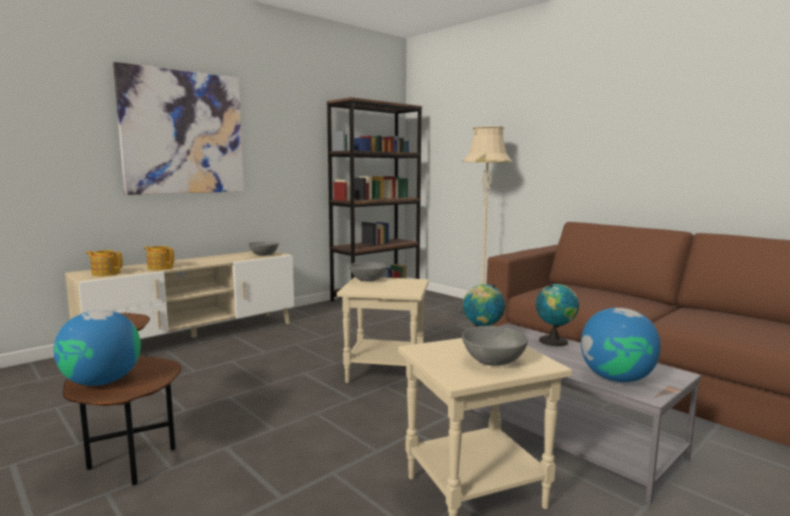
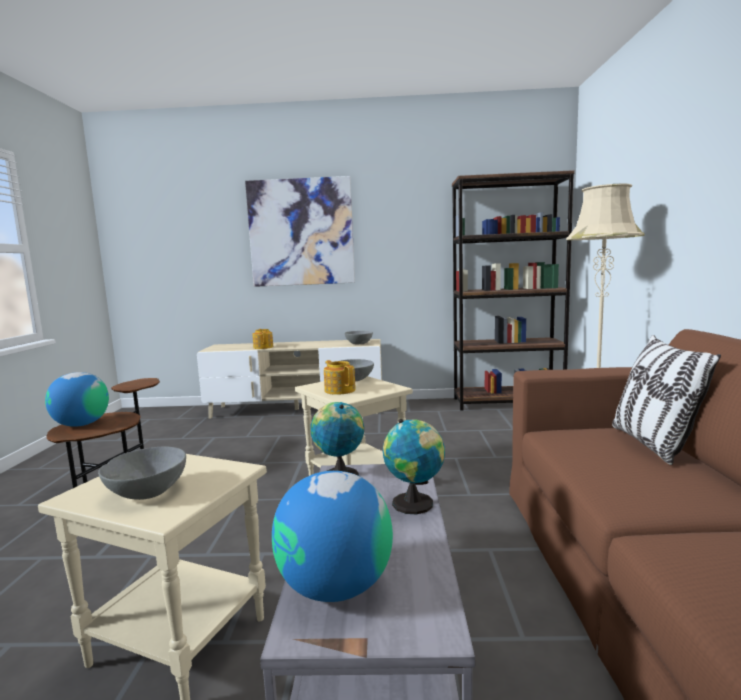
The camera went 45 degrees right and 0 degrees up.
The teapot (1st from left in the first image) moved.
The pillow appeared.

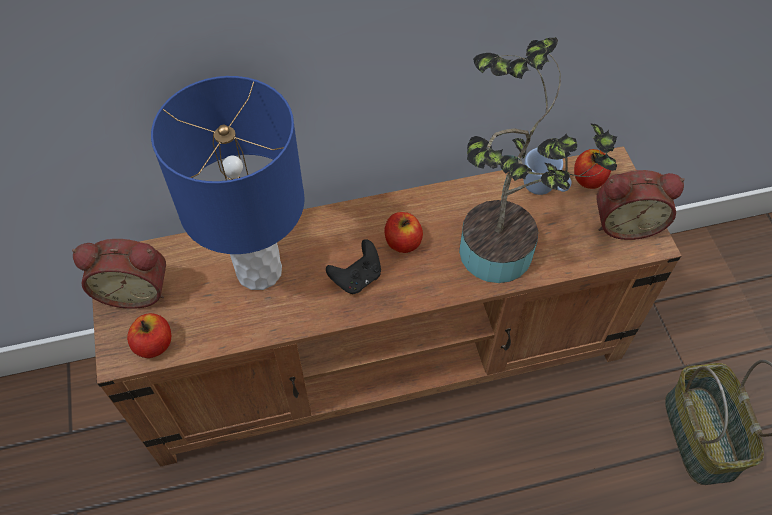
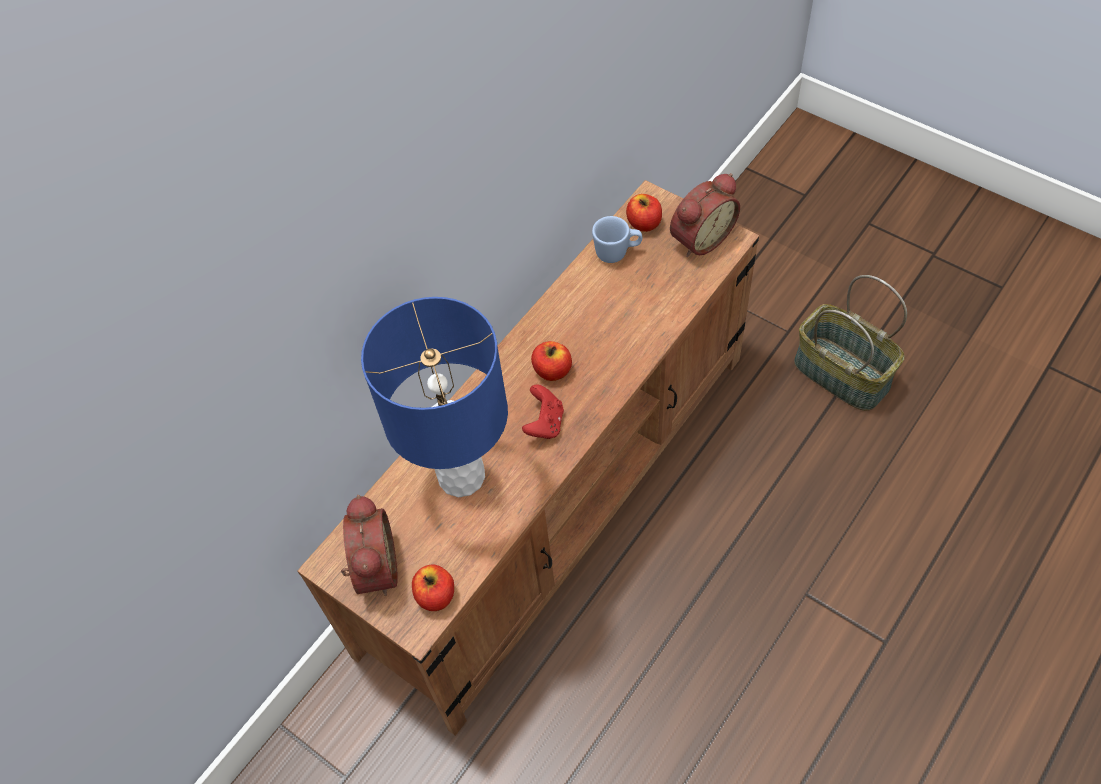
The camera went 35 degrees left and 0 degrees up.
The alarm clock (1st from left) turned 60 degrees counterclockwise.
The black game controller became the red game controller.
The potted plant disappeared.

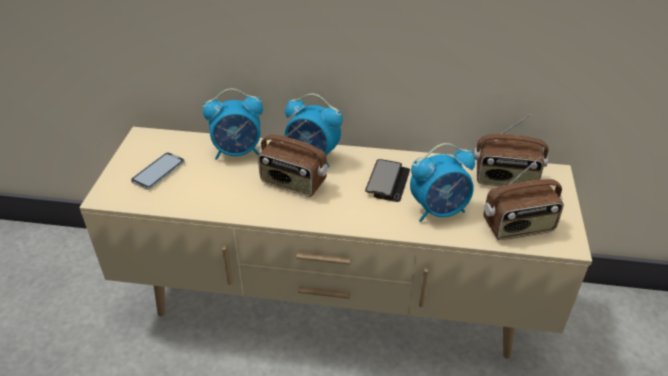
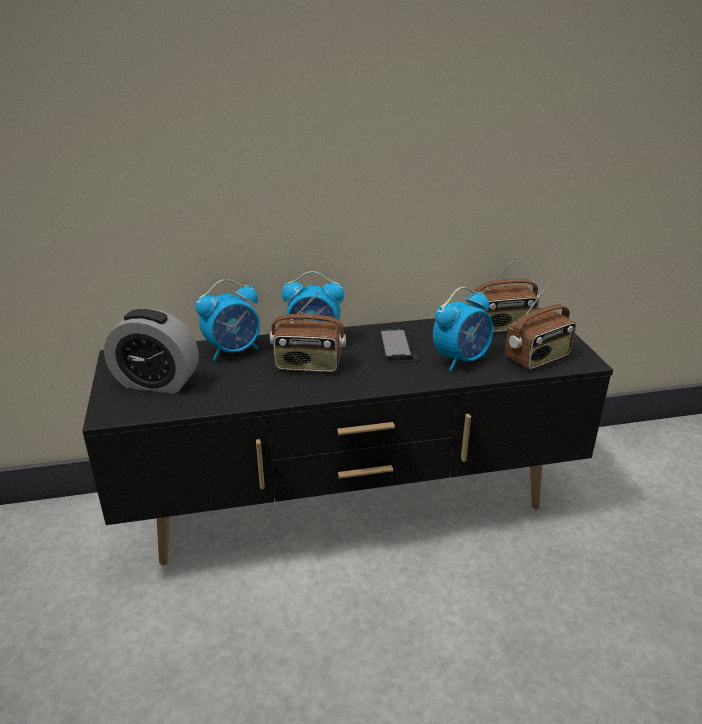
The camera went 20 degrees left and 10 degrees down.
The beige tv stand became the black tv stand.
The phone (1st from left) was replaced by the alarm clock (1st from left).

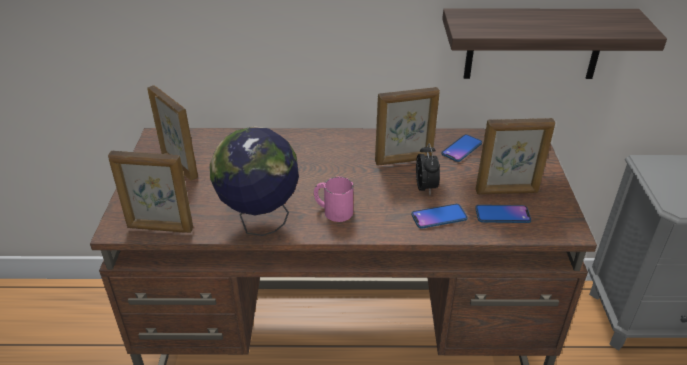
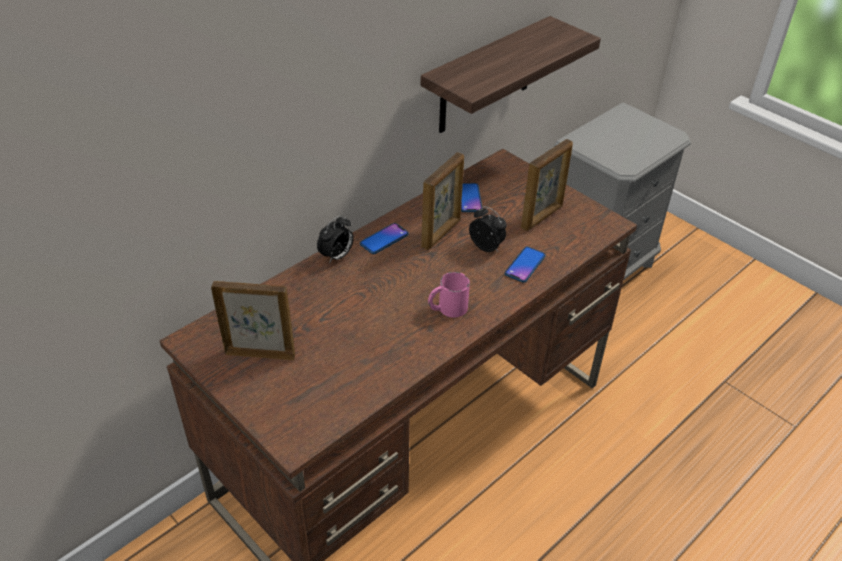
The camera went 45 degrees left and 5 degrees up.
The picture frame (1st from left) disappeared.
The globe disappeared.
The phone (3rd from left in the first image) moved.
The alarm clock (1st from left) appeared.

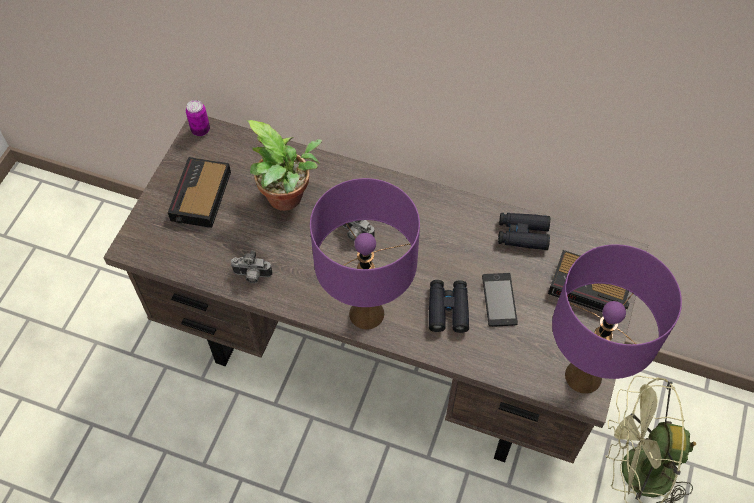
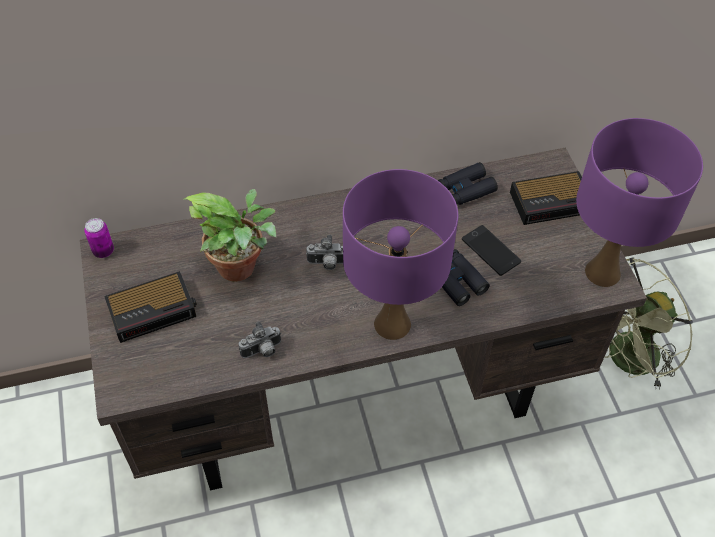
The camera went 35 degrees left and 5 degrees down.
The alarm clock (1st from left) turned 90 degrees counterclockwise.

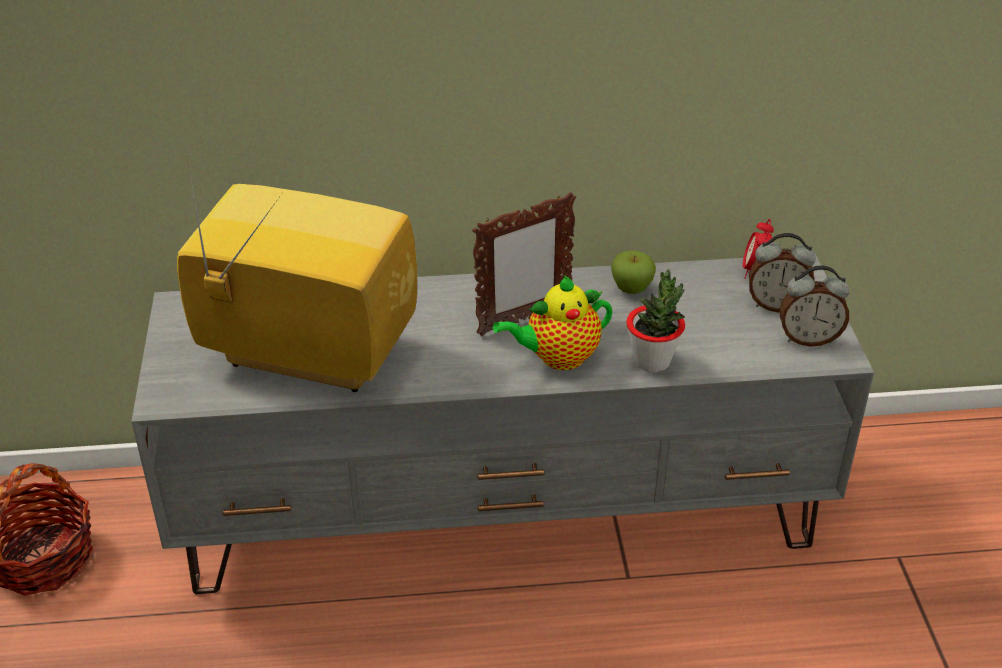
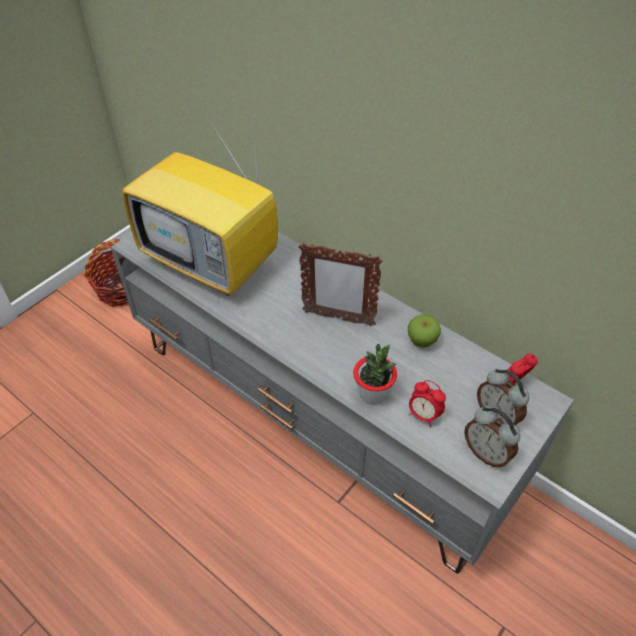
The camera went 45 degrees right and 10 degrees up.
The television turned 150 degrees clockwise.
The teapot disappeared.
The alarm clock (1st from left) appeared.

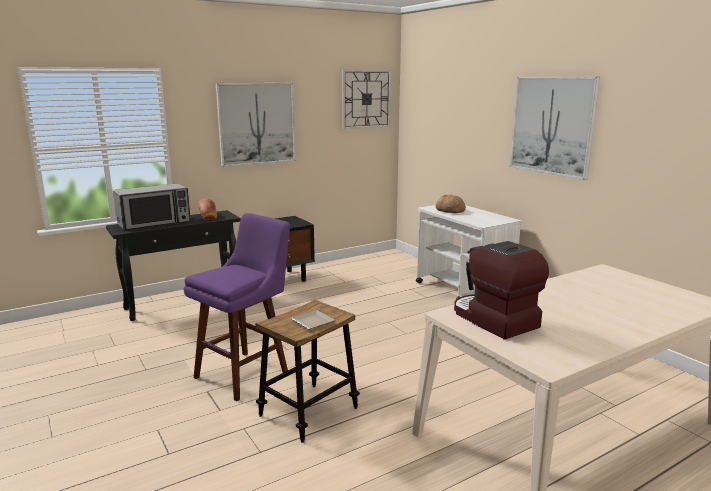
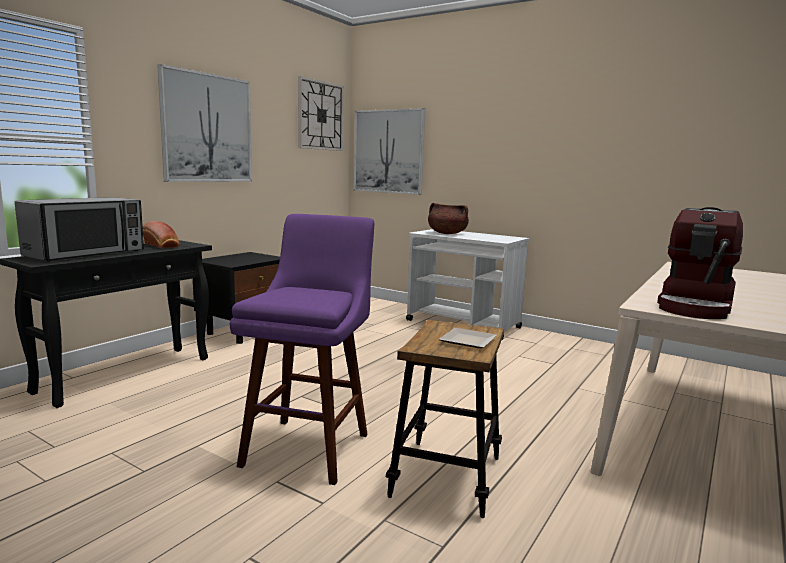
The camera went 25 degrees left and 5 degrees down.
The bread (2nd from left) was replaced by the brown cooking pot.
The coffee machine turned 90 degrees counterclockwise.
The picture (2nd from left) moved.

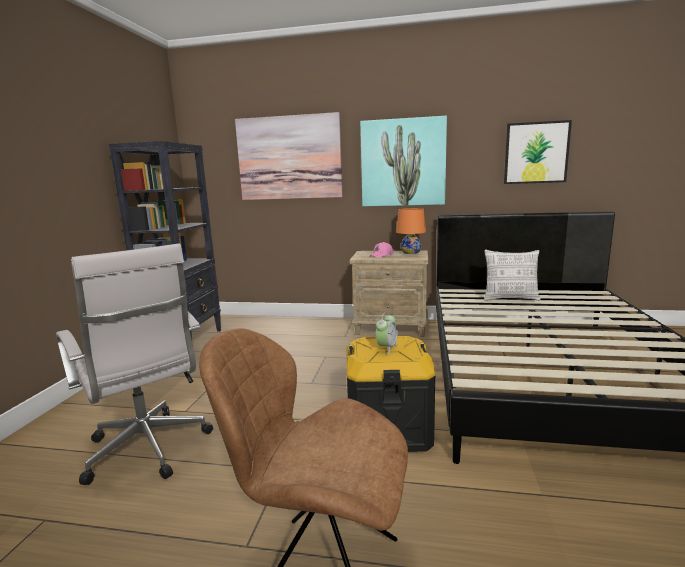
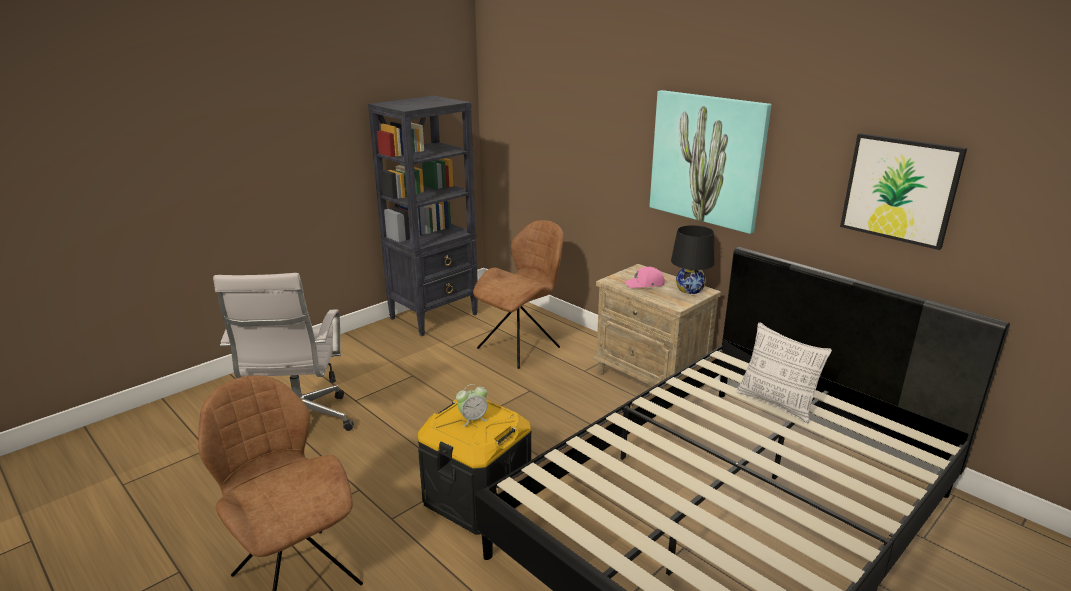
The camera went 35 degrees right and 10 degrees up.
The picture (1st from left) disappeared.
The orange table lamp became the black table lamp.
The brown chair (2nd from left) appeared.

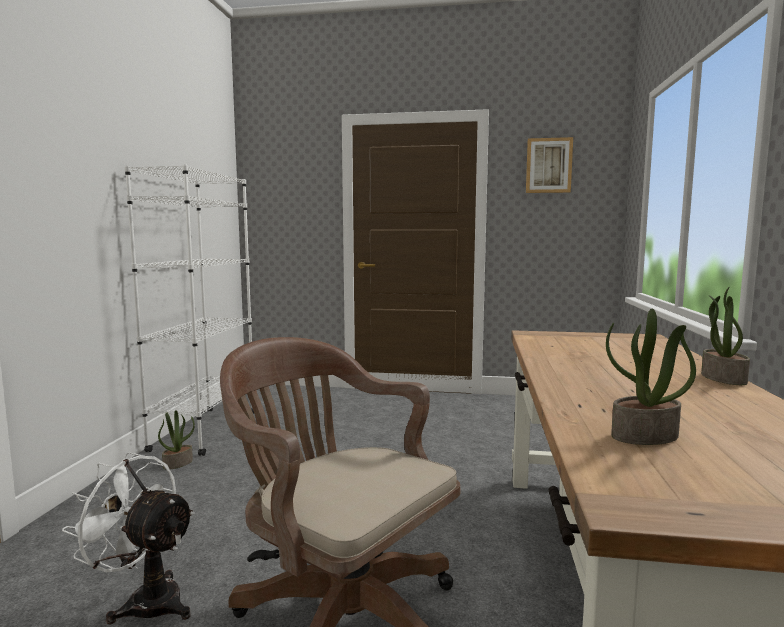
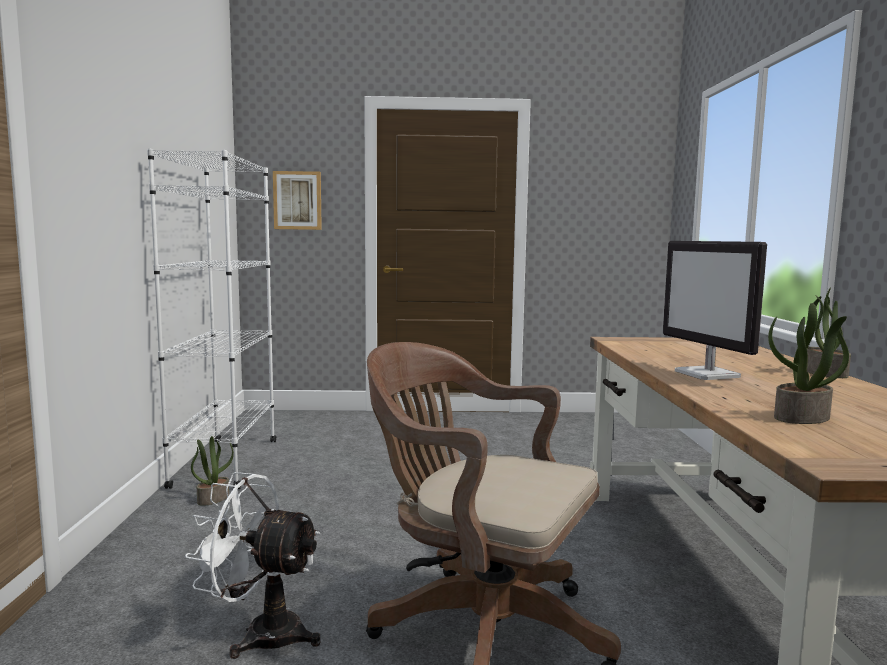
The camera went 10 degrees left and 0 degrees up.
The picture moved.
The monitor appeared.

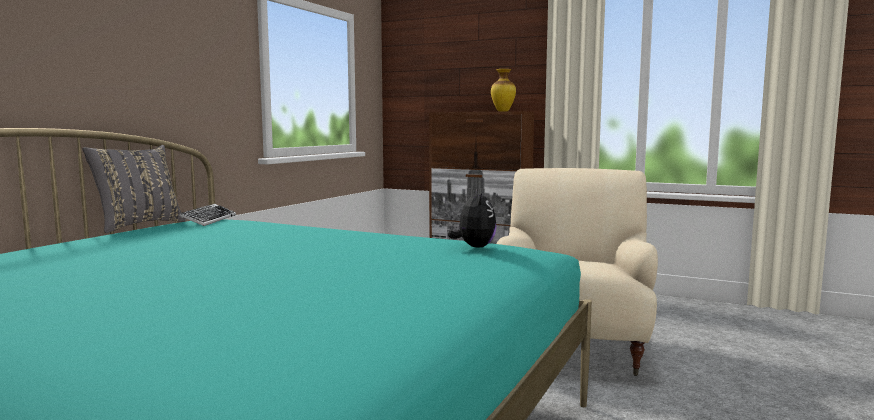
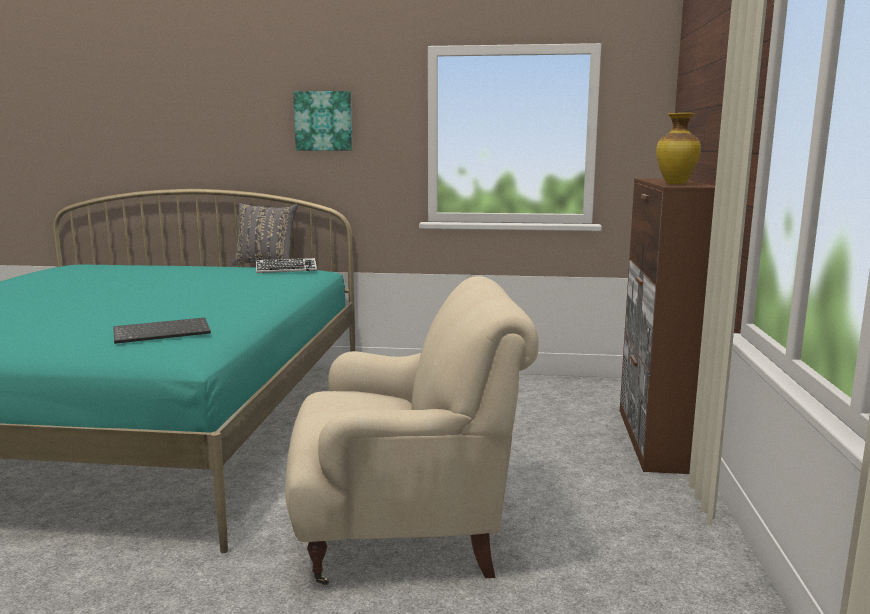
The camera went 70 degrees right and 5 degrees up.
The plush toy was replaced by the keyboard (1st from left).
The picture appeared.

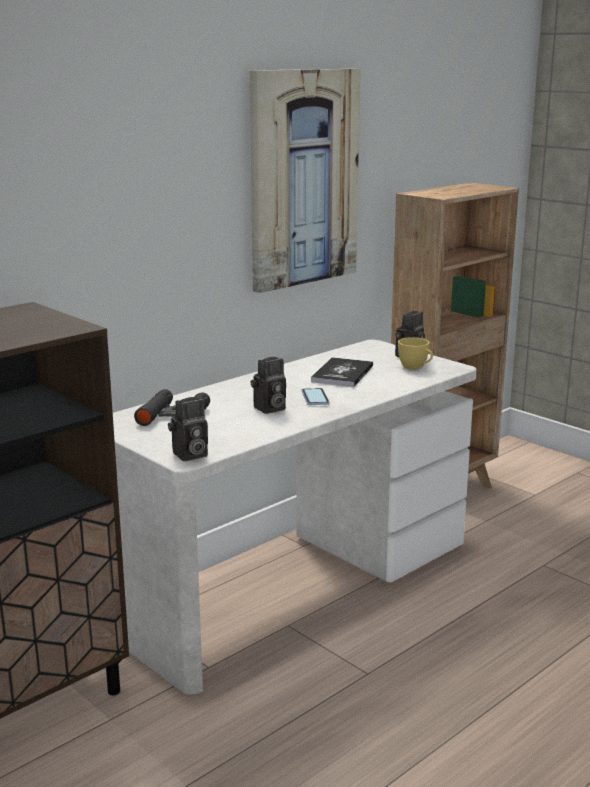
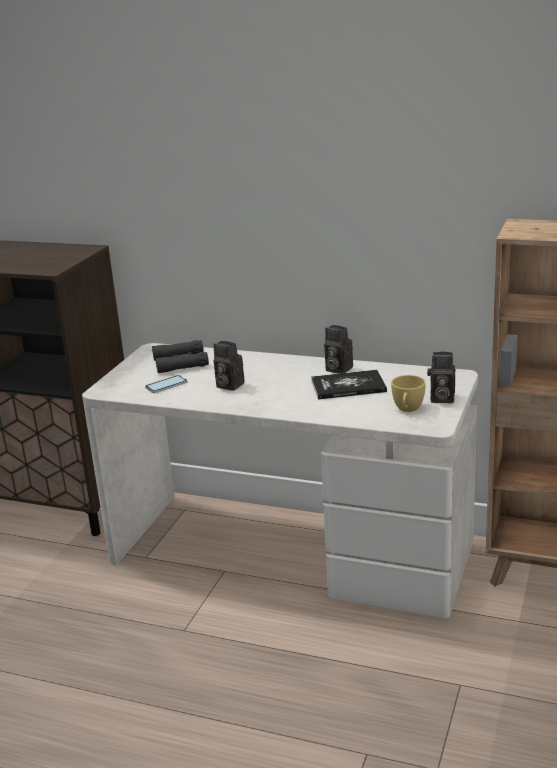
The camera went 65 degrees right and 5 degrees up.
The photo camera (1st from left in the first image) moved.
The picture disappeared.
The phone moved.

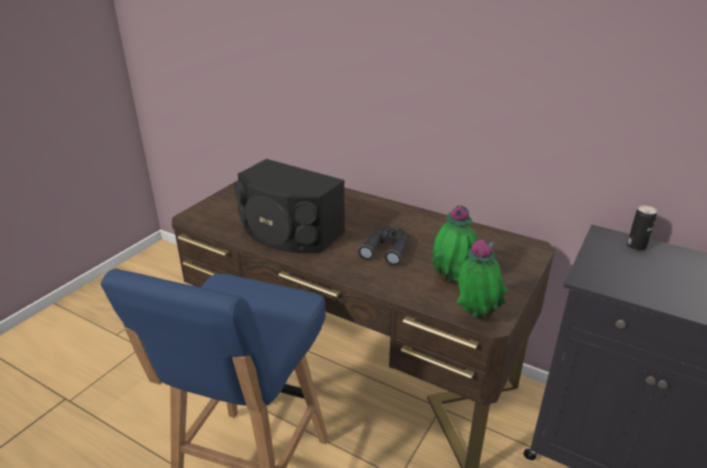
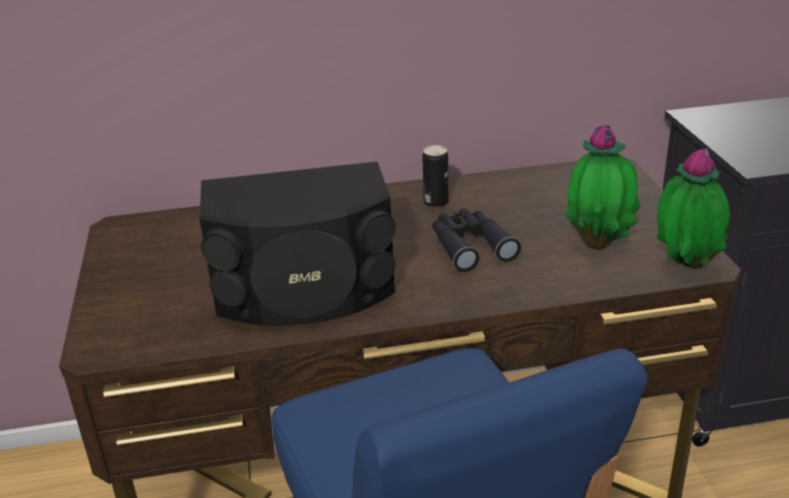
The camera went 40 degrees left and 0 degrees up.
The can moved.

